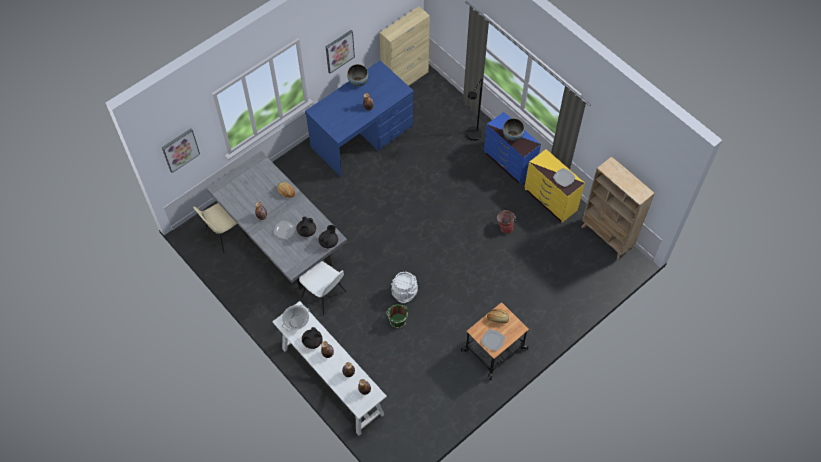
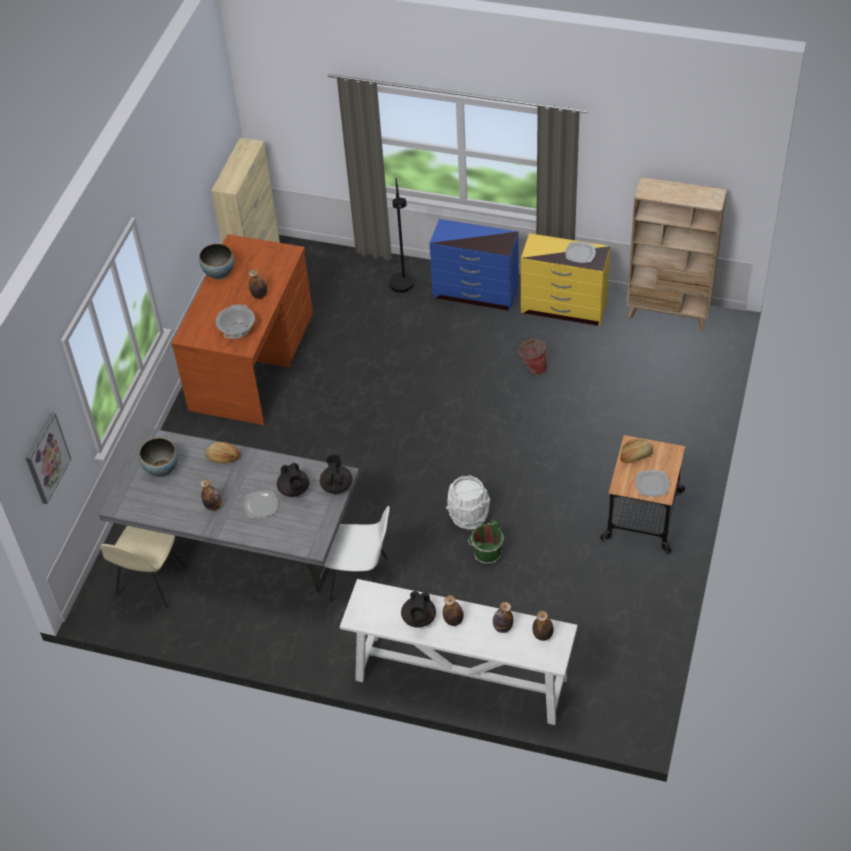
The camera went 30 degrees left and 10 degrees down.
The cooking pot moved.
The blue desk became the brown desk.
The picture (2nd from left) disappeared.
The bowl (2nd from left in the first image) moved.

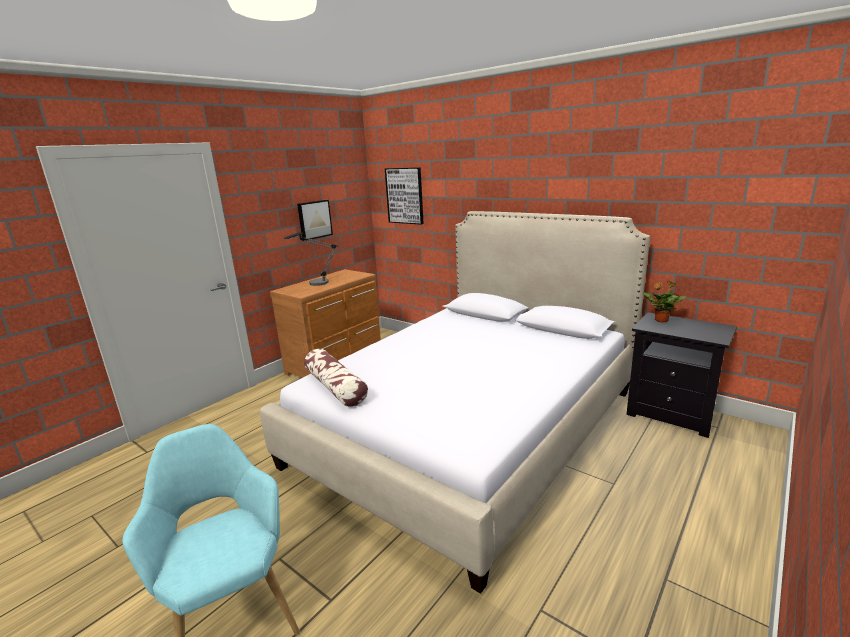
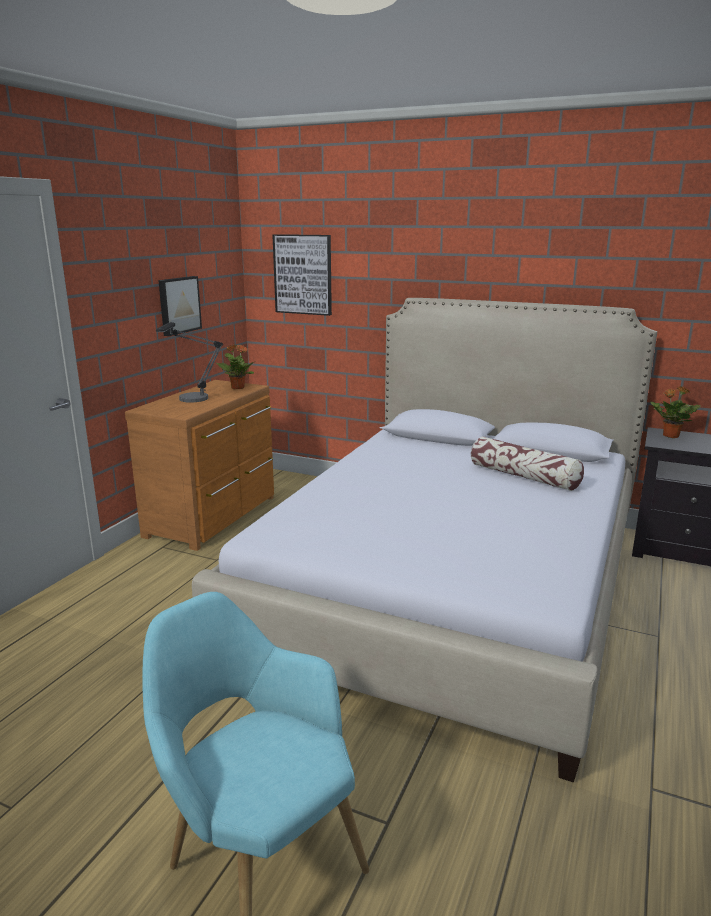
The camera went 15 degrees left and 0 degrees up.
The pillow moved.
The potted plant (1st from left) appeared.

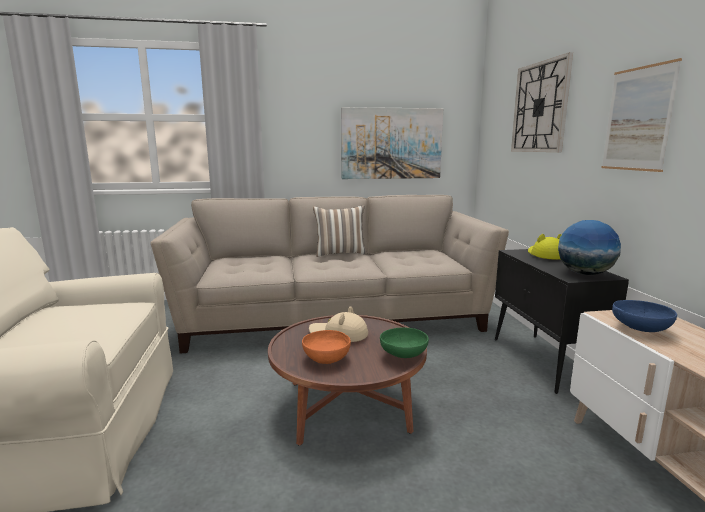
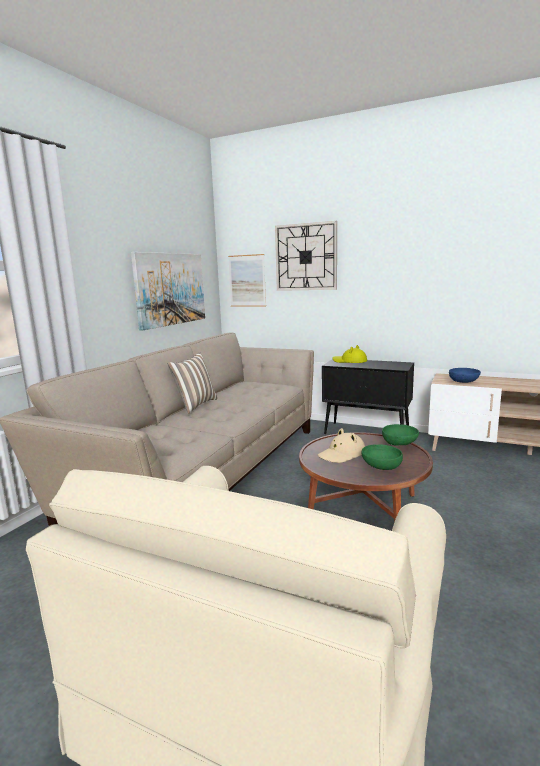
The camera went 55 degrees left and 0 degrees up.
The orange bowl became the green bowl (1st from left).
The globe disappeared.
The picture (2nd from left) moved.

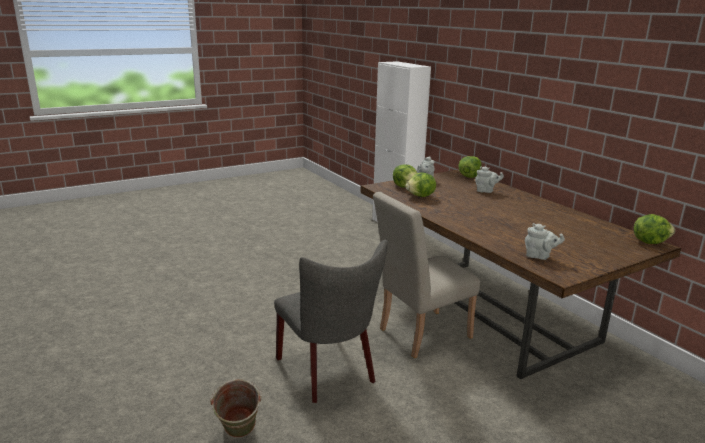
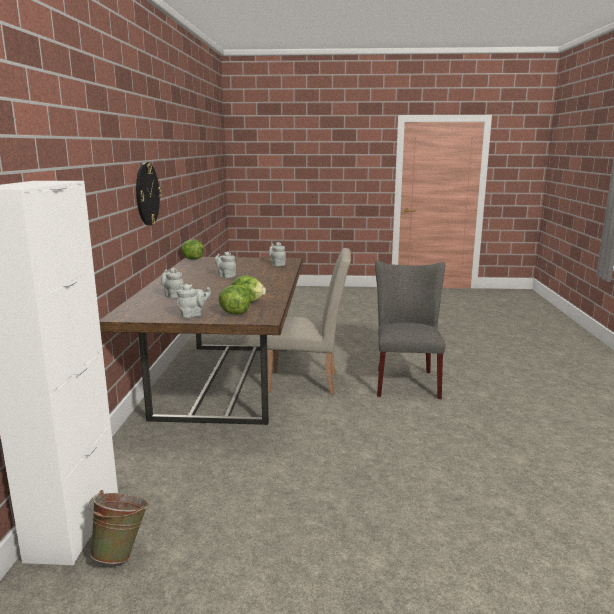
The camera went 145 degrees left and 5 degrees down.
The green bucket moved.
The lettuce (3rd from left) disappeared.
The wall clock appeared.
The grey teapot (3rd from left) appeared.

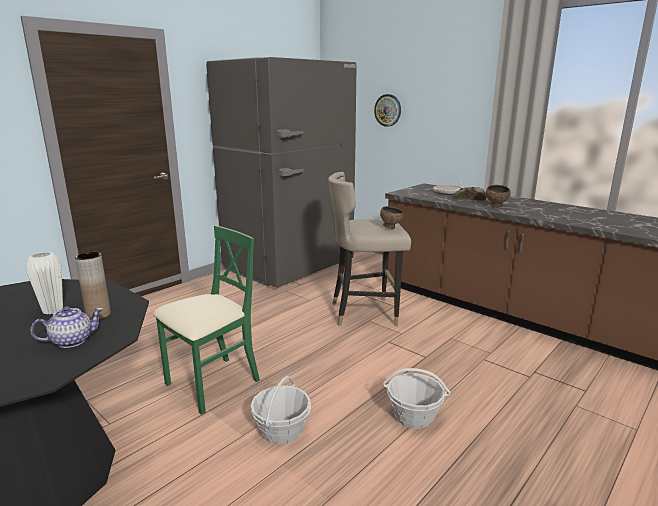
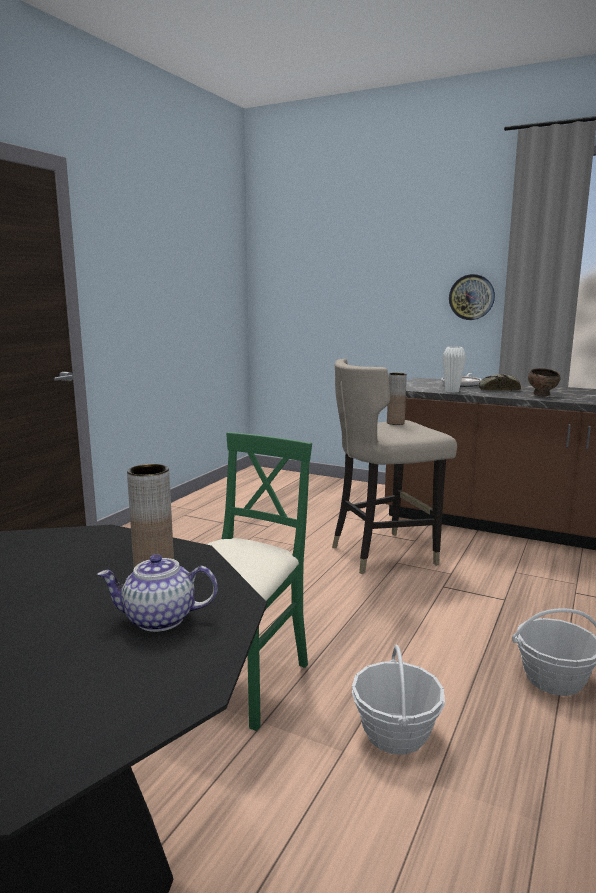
The camera went 15 degrees left and 5 degrees down.
The white vase moved.
The teapot turned 135 degrees counterclockwise.
The grey fridge disappeared.
The wall clock moved.
The brown bowl (1st from left) disappeared.
The brown vase (2nd from left) appeared.

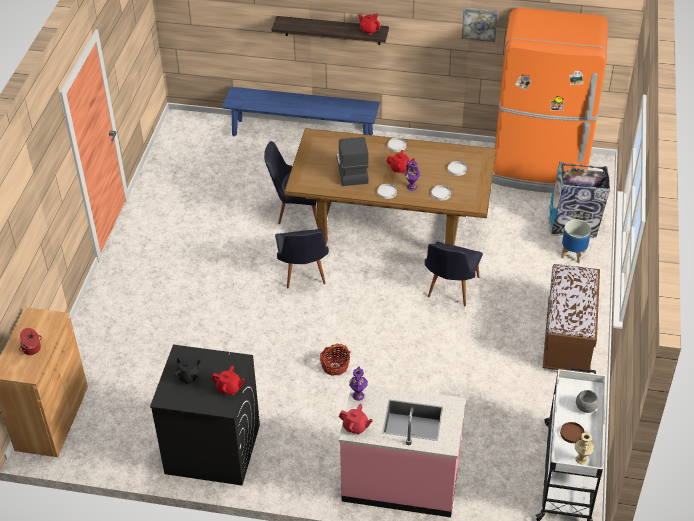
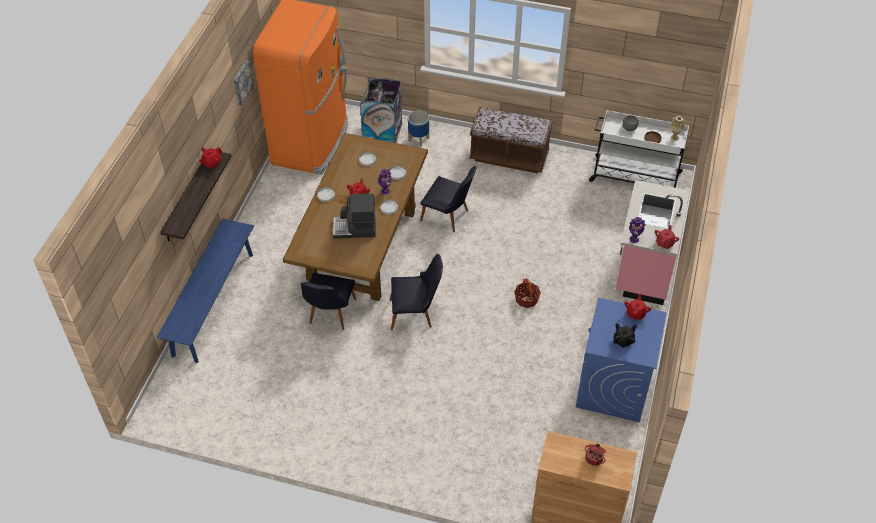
The camera went 85 degrees left and 5 degrees up.
The black washing machine became the blue washing machine.

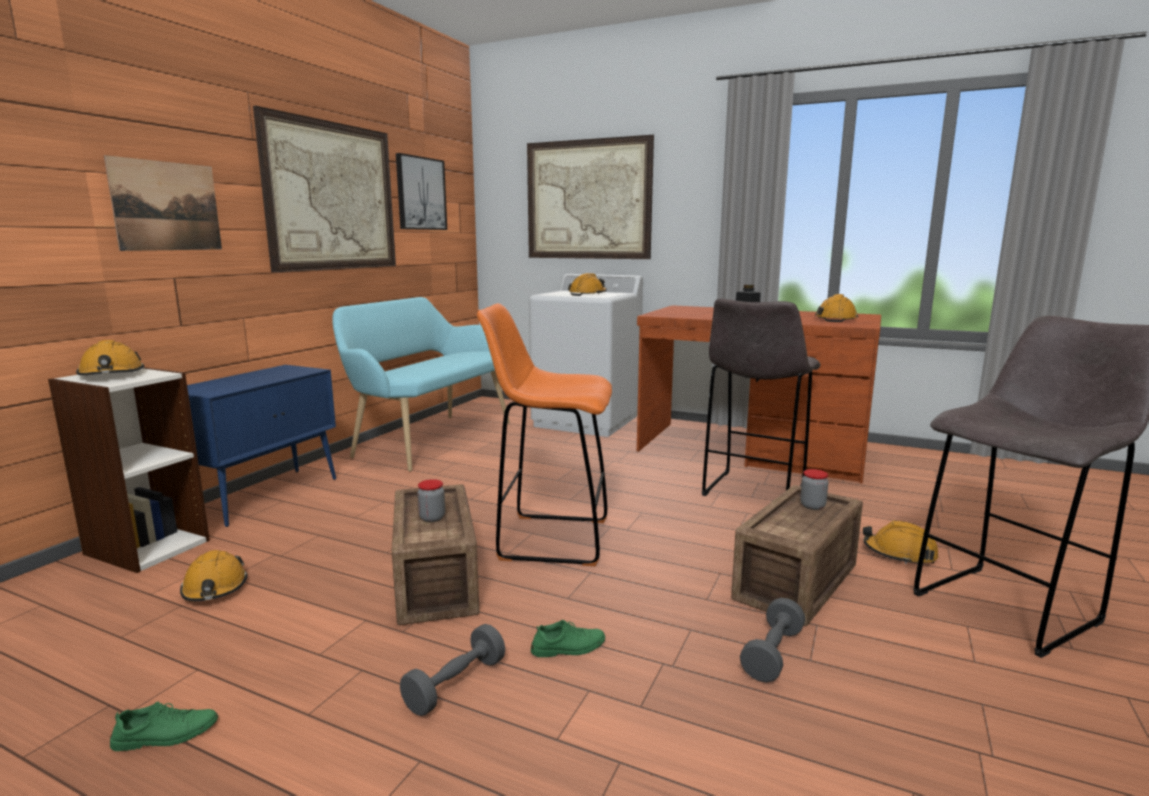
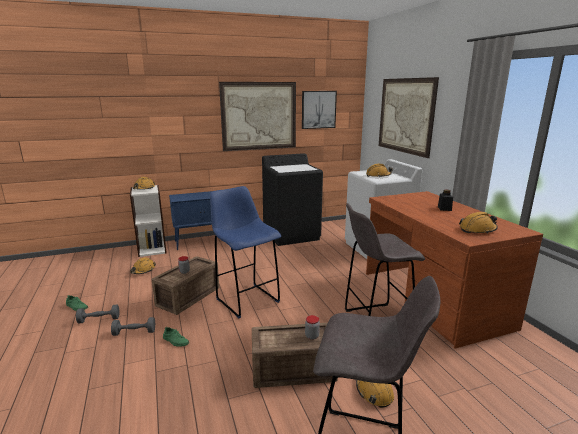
The camera went 45 degrees right and 5 degrees up.
The picture (1st from left) disappeared.
The turquoise bench was replaced by the black washing machine.
The orange stool became the blue stool.
The grey dumbbell (2nd from left in the first image) moved.

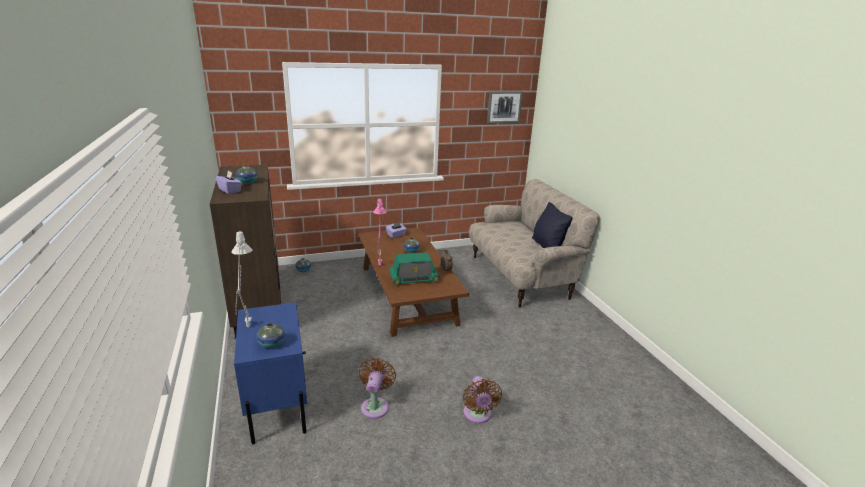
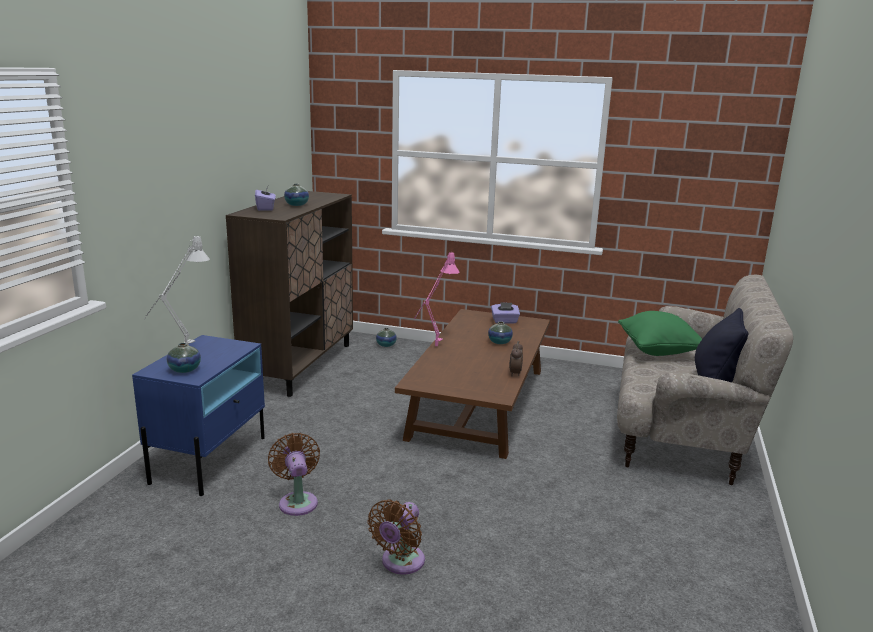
The camera went 35 degrees right and 5 degrees down.
The brown fan (1st from left) turned 60 degrees counterclockwise.
The radio disappeared.
The picture disappeared.
The green pillow appeared.

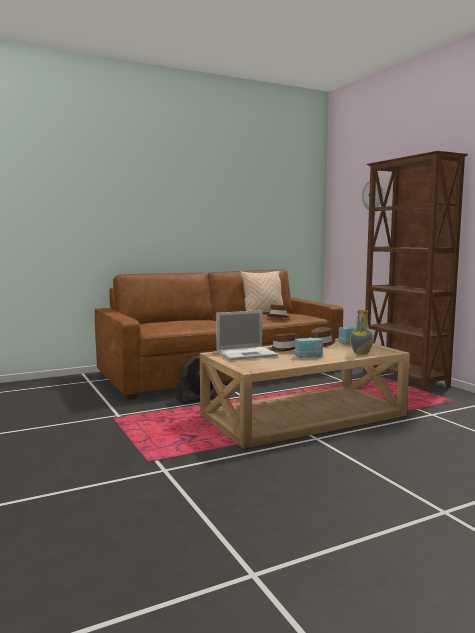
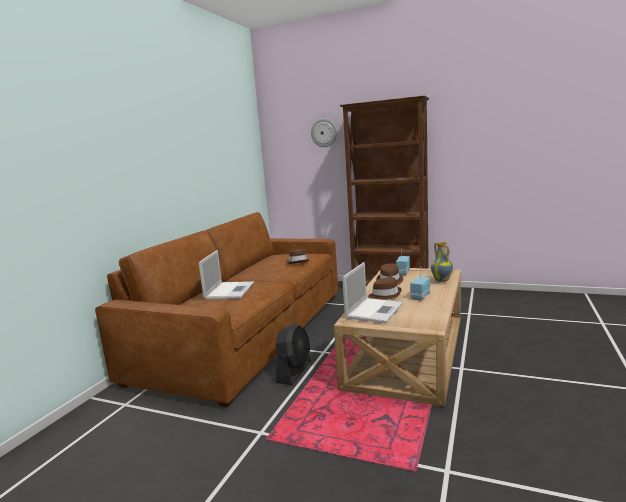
The camera went 40 degrees left and 5 degrees up.
The beige pillow disappeared.
The laptop (1st from left) appeared.

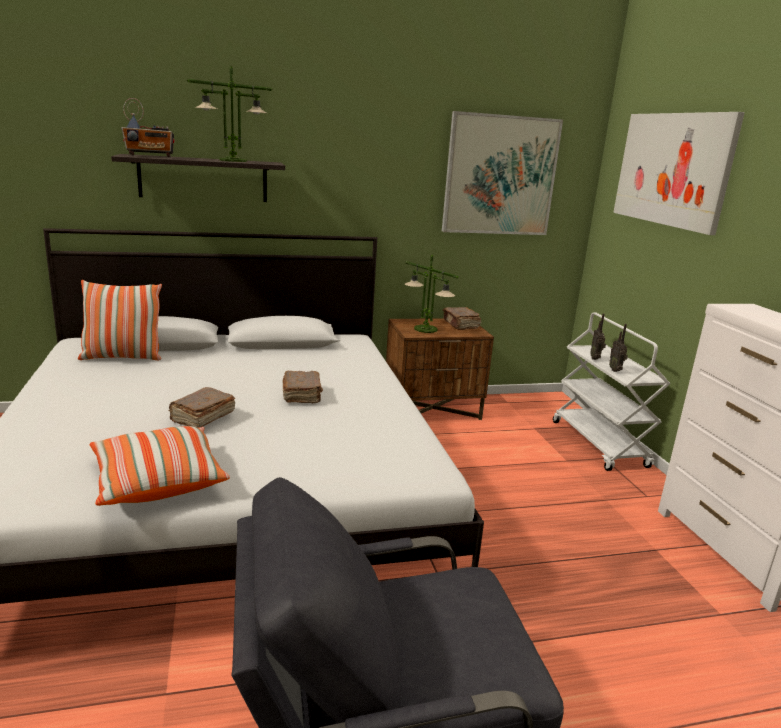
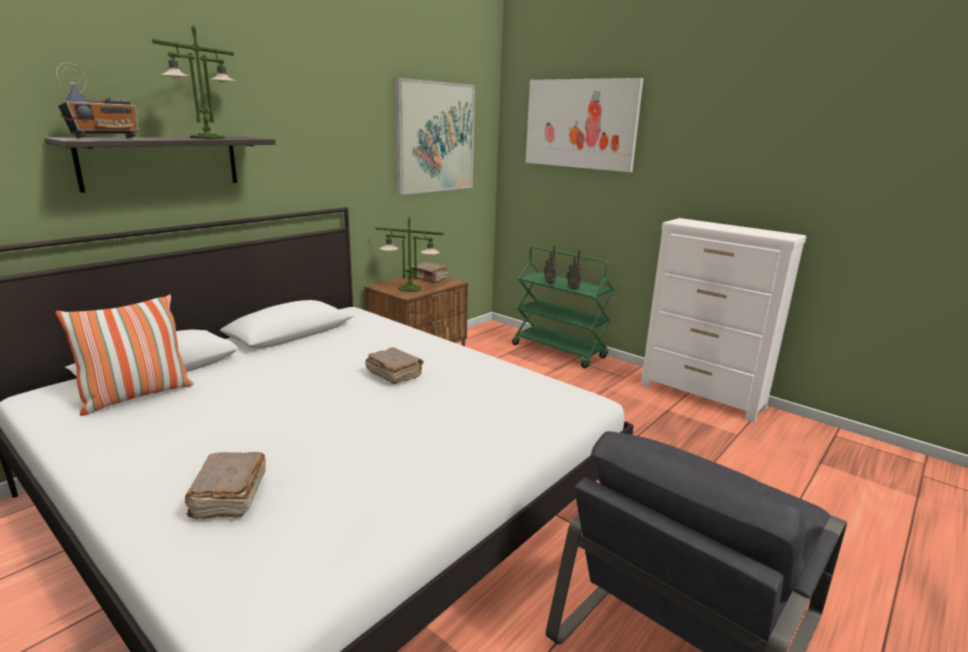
The camera went 35 degrees left and 0 degrees up.
The pillow (2nd from left) disappeared.
The brown book (1st from left) moved.
The white cart became the green cart.

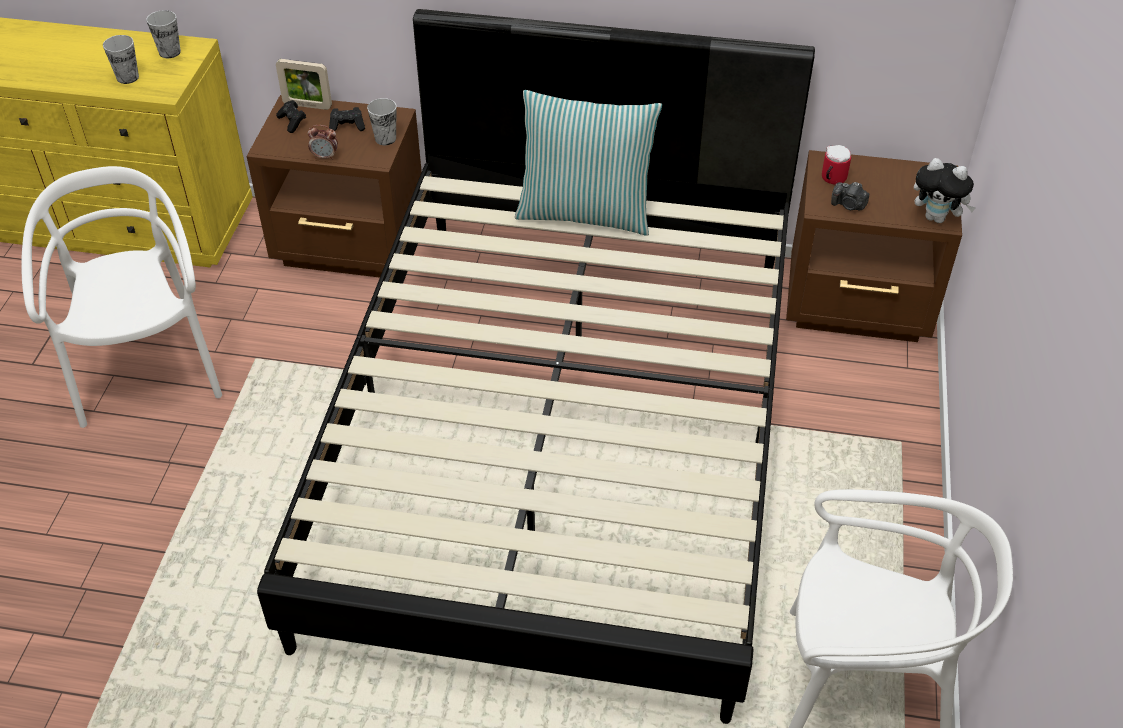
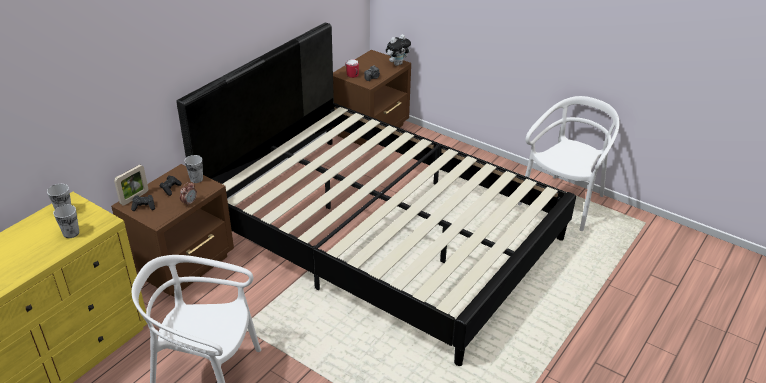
The camera went 65 degrees left and 10 degrees down.
The pillow disappeared.

